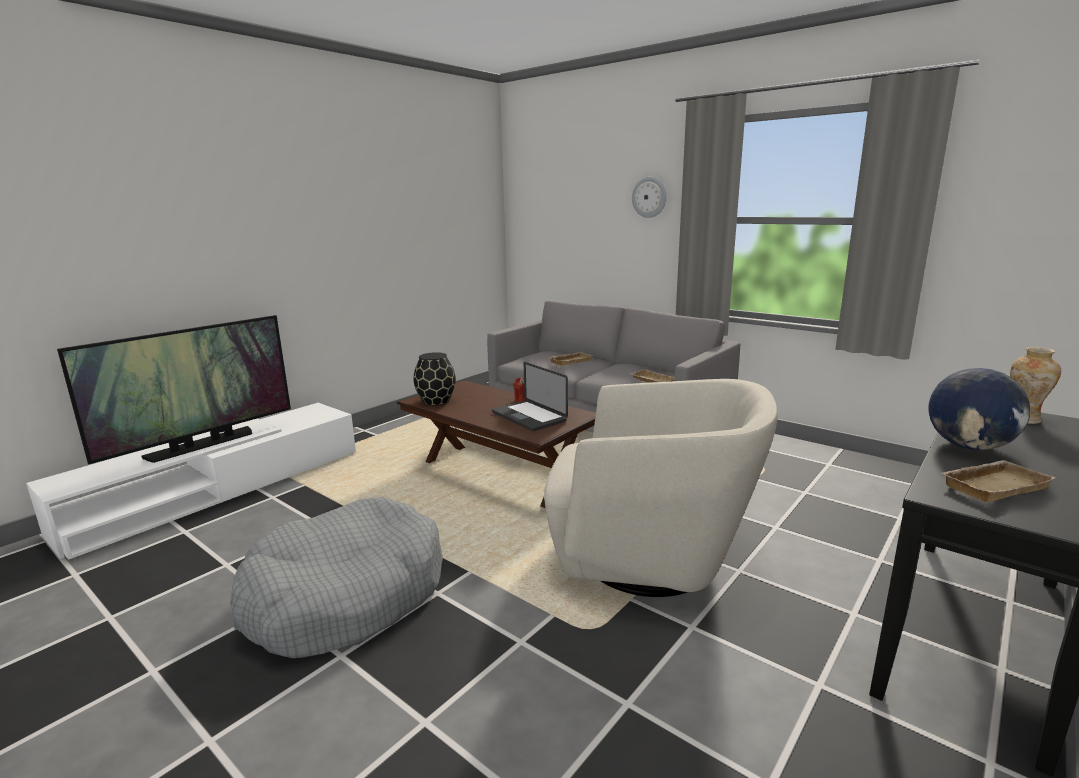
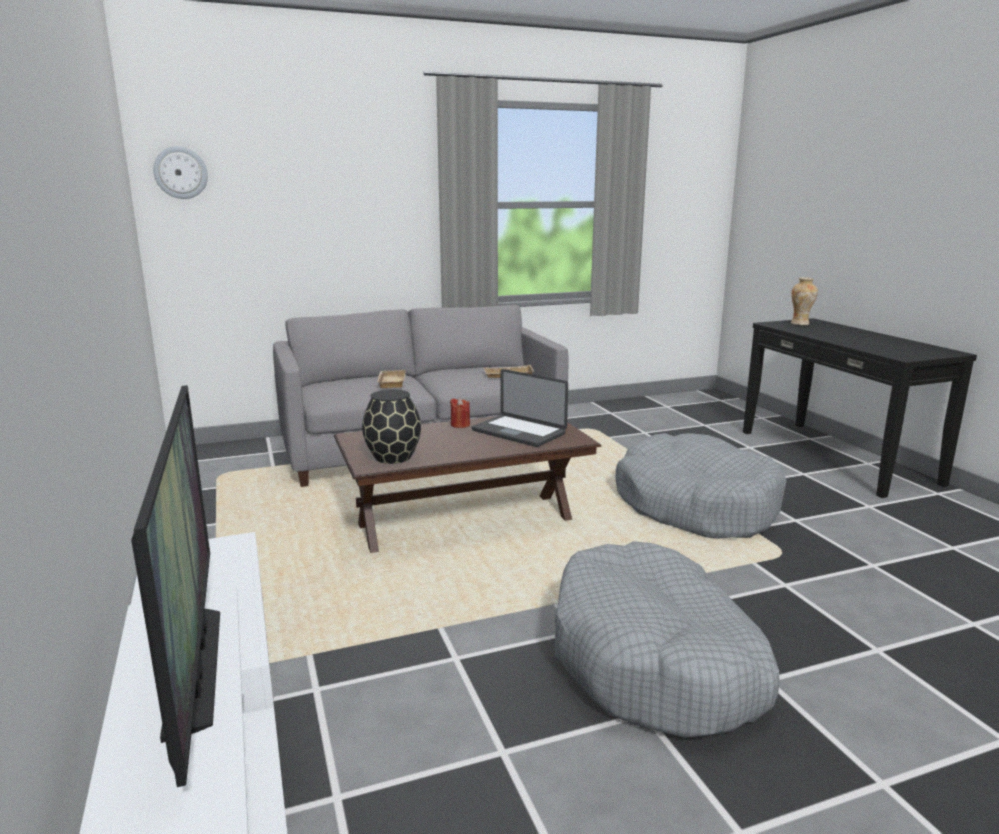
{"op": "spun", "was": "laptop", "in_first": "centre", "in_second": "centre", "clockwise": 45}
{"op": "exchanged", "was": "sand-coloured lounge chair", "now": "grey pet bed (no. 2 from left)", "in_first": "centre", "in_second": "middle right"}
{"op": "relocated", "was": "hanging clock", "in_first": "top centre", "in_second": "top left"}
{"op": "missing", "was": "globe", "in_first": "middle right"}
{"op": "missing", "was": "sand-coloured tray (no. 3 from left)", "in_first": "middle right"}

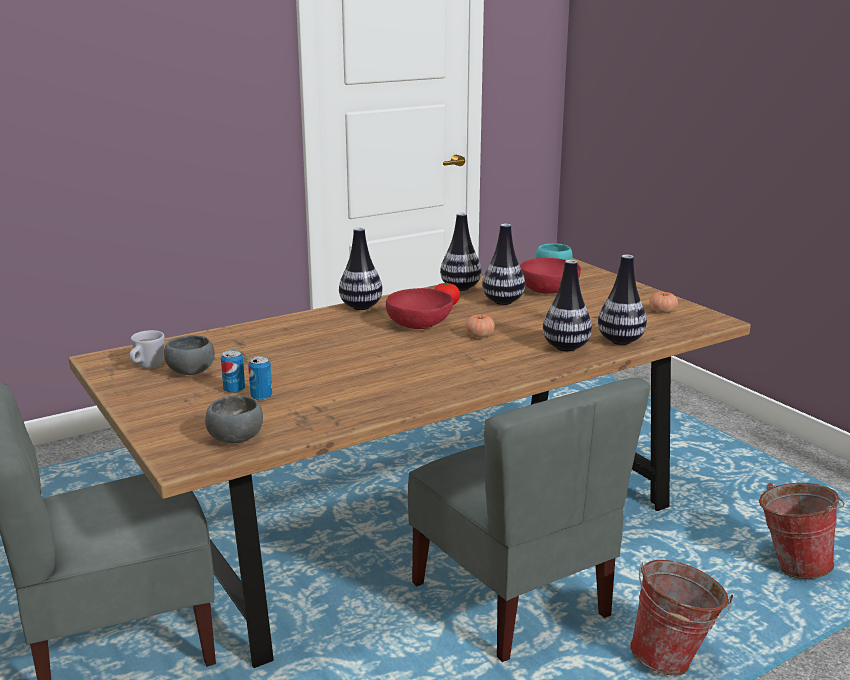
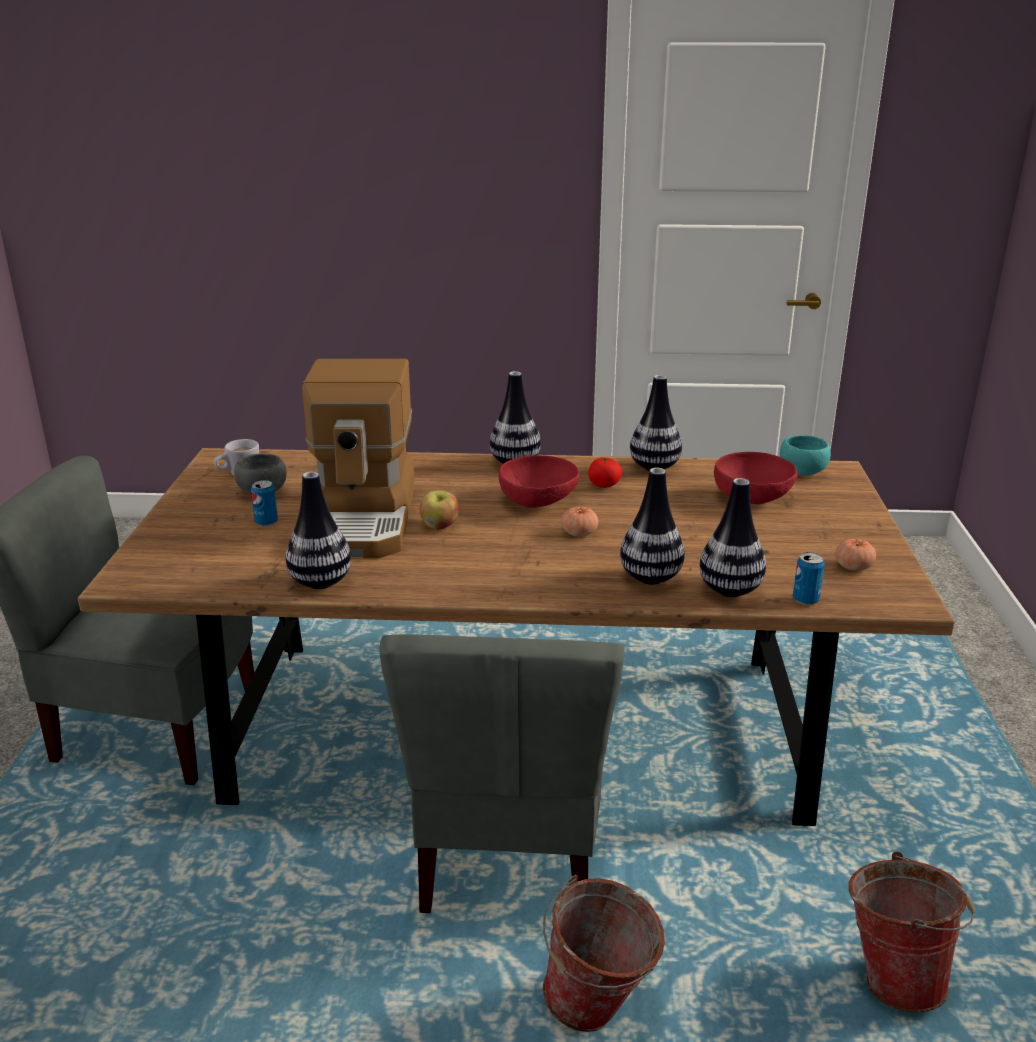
{"op": "missing", "was": "grey deep dish (no. 2 from left)", "in_first": "middle left"}
{"op": "relocated", "was": "can (no. 2 from left)", "in_first": "middle left", "in_second": "middle right"}
{"op": "relocated", "was": "vase (no. 3 from left in the first image)", "now": "vase (no. 1 from left)", "in_first": "centre", "in_second": "middle left"}
{"op": "appeared", "now": "coffee maker", "in_second": "centre"}
{"op": "appeared", "now": "apple fruit", "in_second": "centre"}

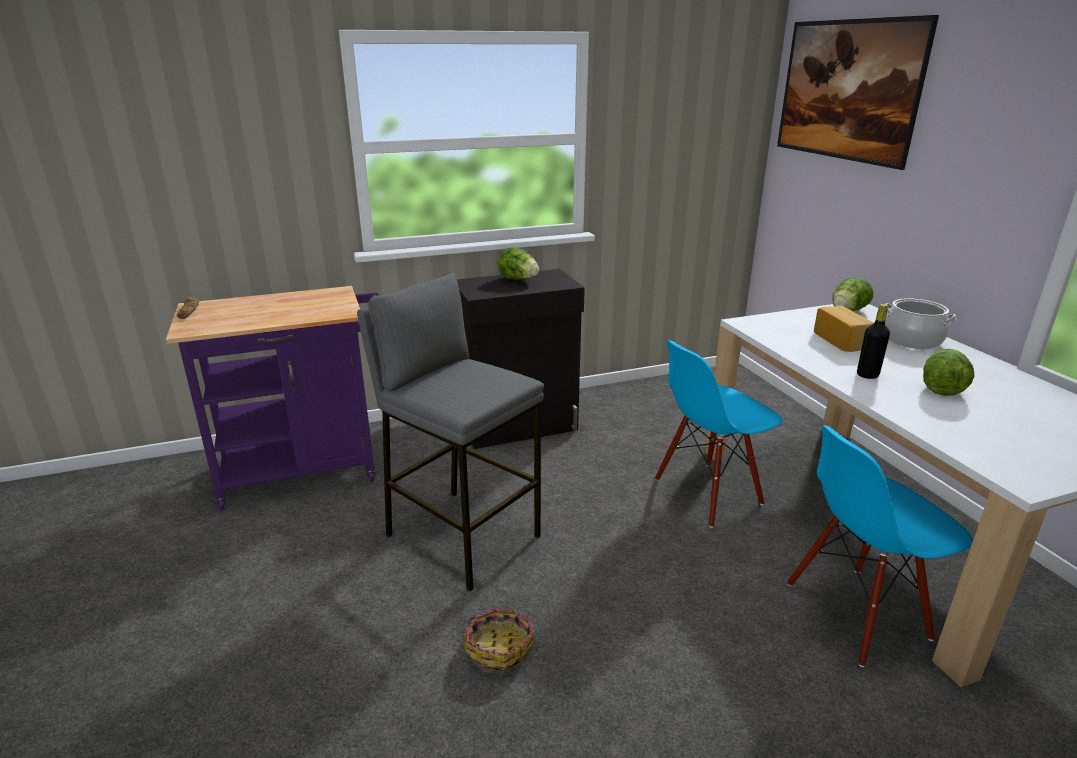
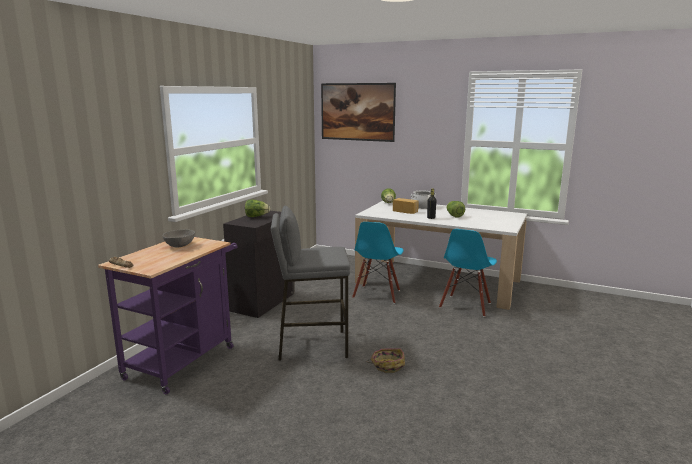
{"op": "appeared", "now": "grey deep dish", "in_second": "middle left"}

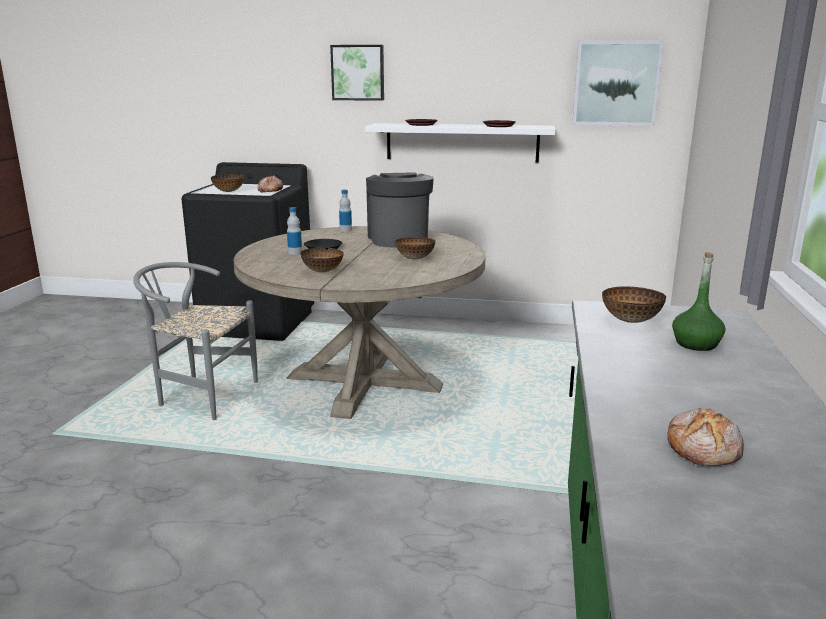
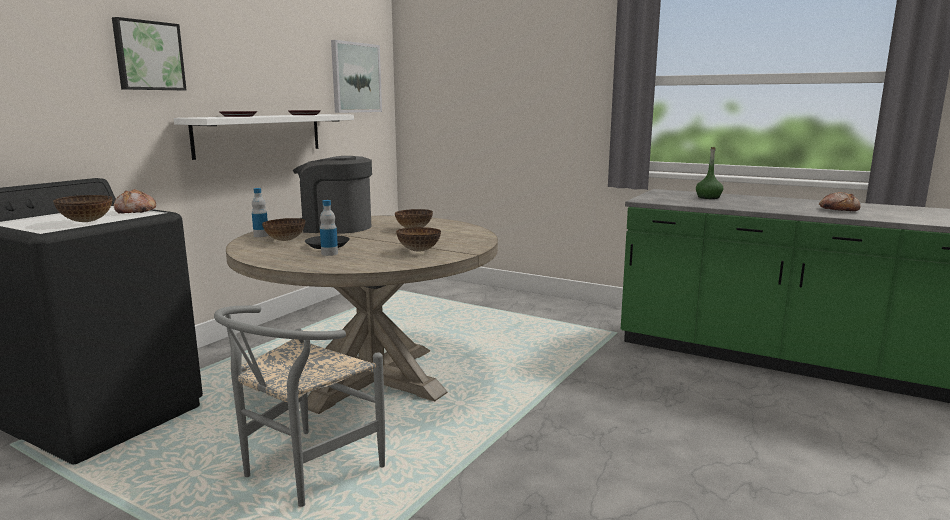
{"op": "relocated", "was": "deep dish (no. 4 from left in the first image)", "now": "deep dish (no. 2 from left)", "in_first": "middle right", "in_second": "middle left"}

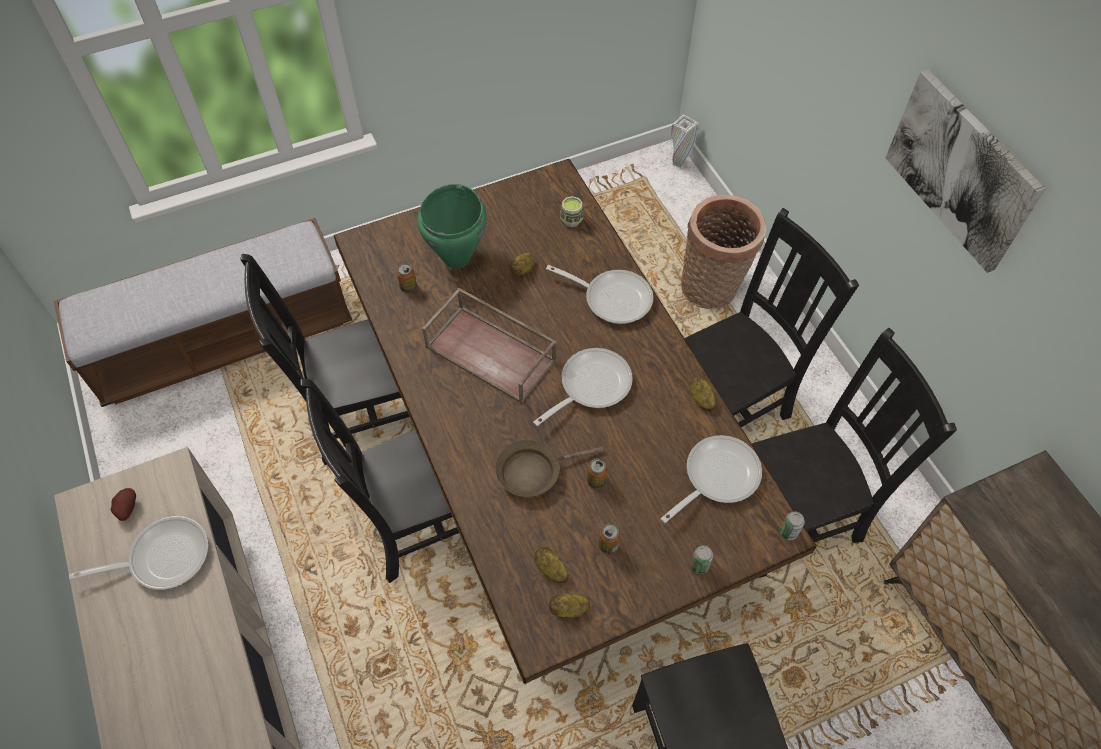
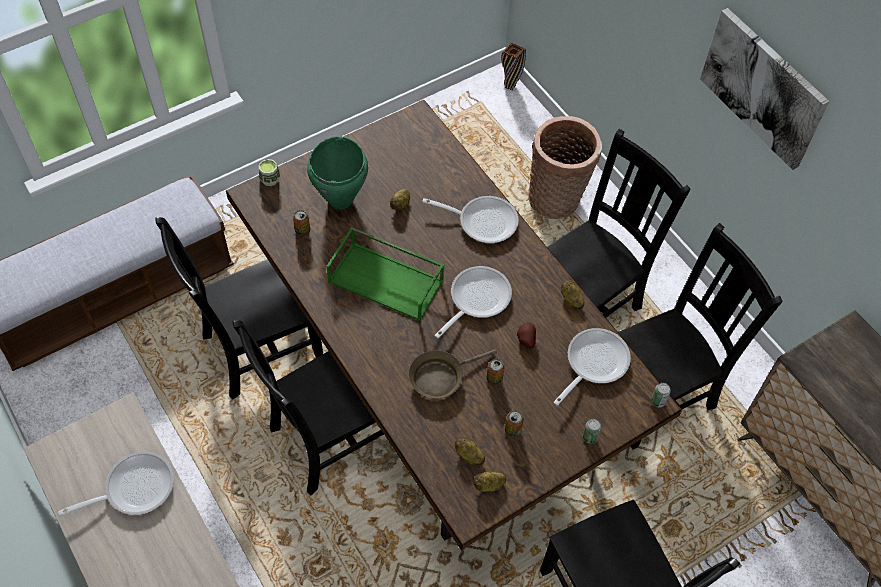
{"op": "relocated", "was": "whole potato (no. 1 from left in the first image)", "now": "whole potato (no. 4 from left)", "in_first": "bottom left", "in_second": "centre"}
{"op": "colour", "was": "brown tray", "now": "greenish tray", "in_first": "centre", "in_second": "centre"}
{"op": "relocated", "was": "drinking cup", "in_first": "top centre", "in_second": "top left"}
{"op": "colour", "was": "white-coloured vase", "now": "brown vase", "in_first": "top centre", "in_second": "top centre"}

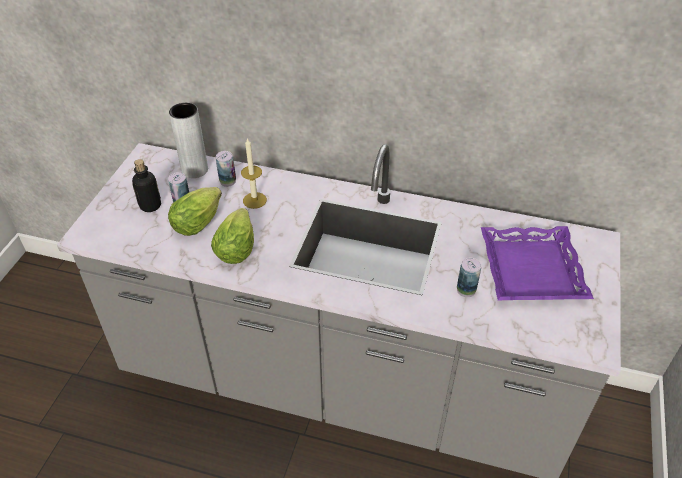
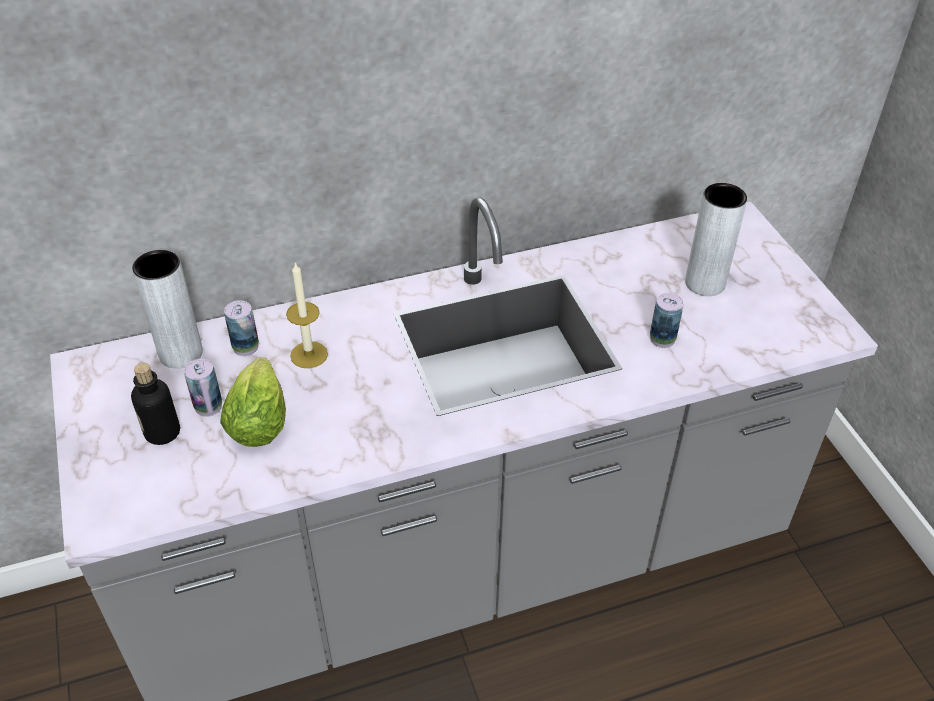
{"op": "missing", "was": "lettuce (no. 2 from left)", "in_first": "centre"}
{"op": "exchanged", "was": "purple tray", "now": "grey vase (no. 2 from left)", "in_first": "middle right", "in_second": "middle right"}

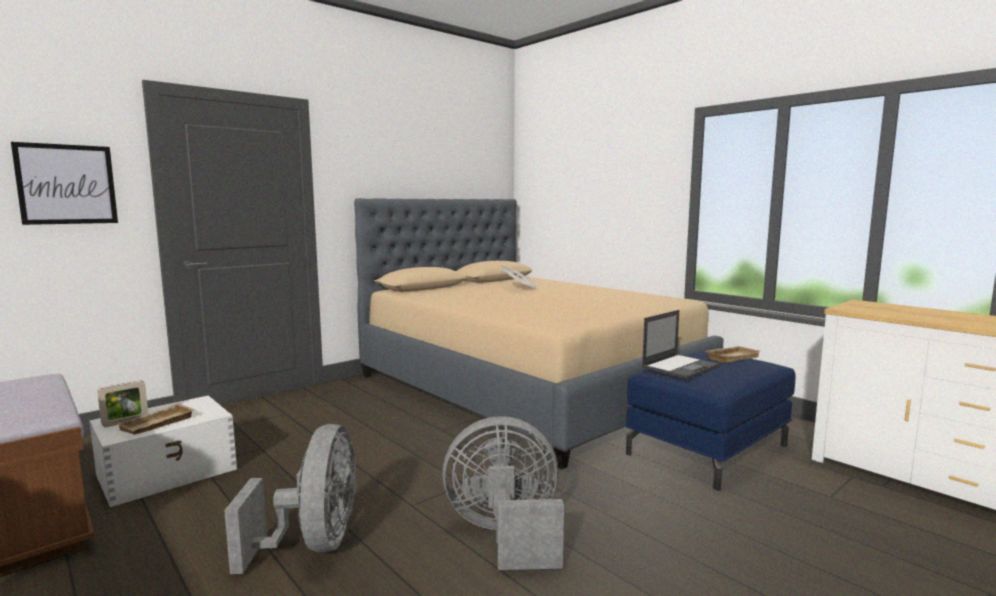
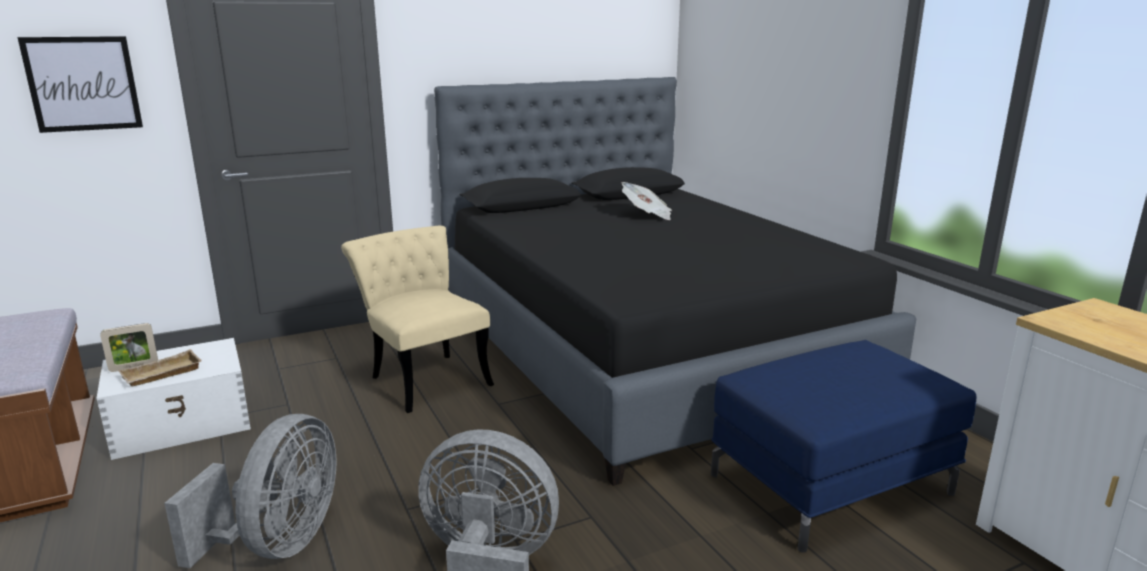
{"op": "colour", "was": "sand-coloured bed", "now": "black bed", "in_first": "centre", "in_second": "centre"}
{"op": "missing", "was": "laptop", "in_first": "middle right"}
{"op": "missing", "was": "sand-coloured tray (no. 2 from left)", "in_first": "middle right"}
{"op": "appeared", "now": "sand-coloured chair", "in_second": "centre"}

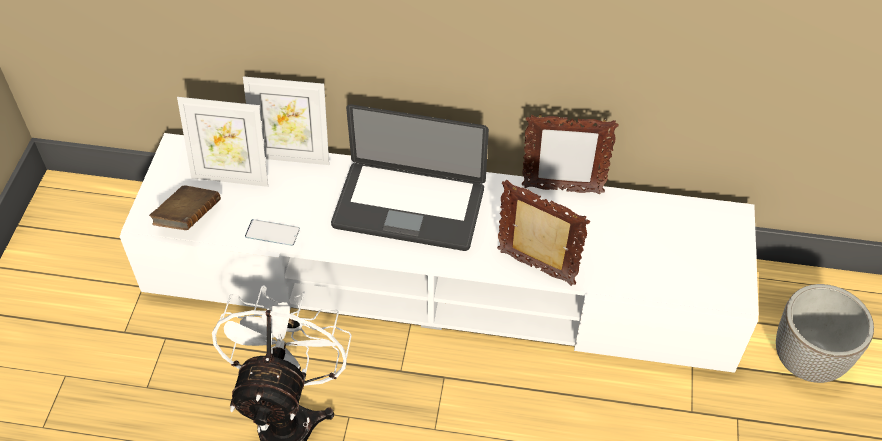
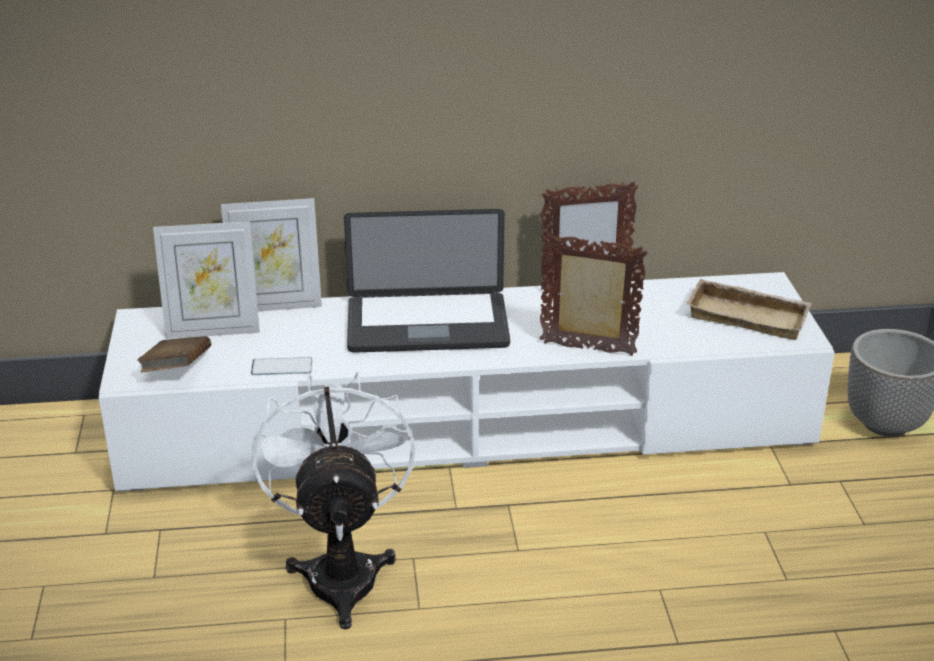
{"op": "appeared", "now": "sand-coloured tray", "in_second": "middle right"}

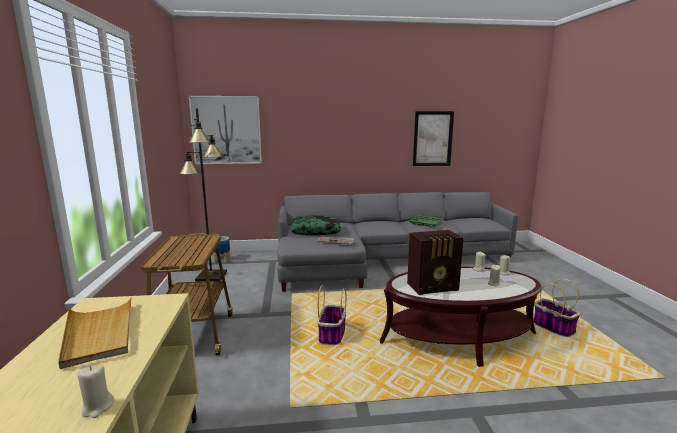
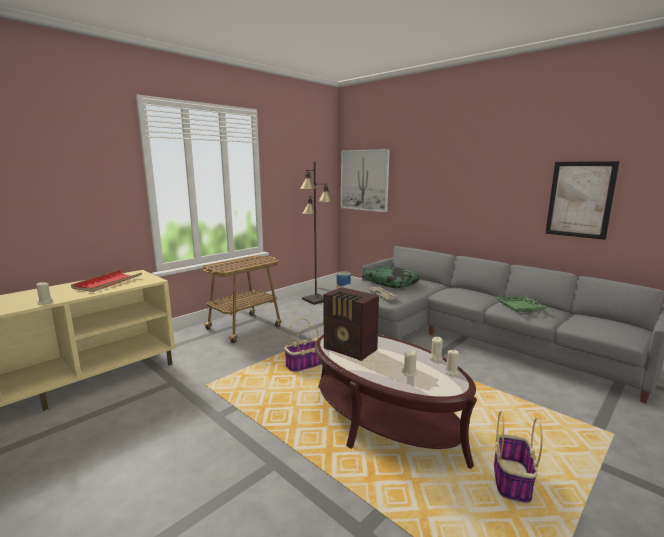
{"op": "colour", "was": "sand-coloured tray", "now": "red tray", "in_first": "bottom left", "in_second": "middle left"}

